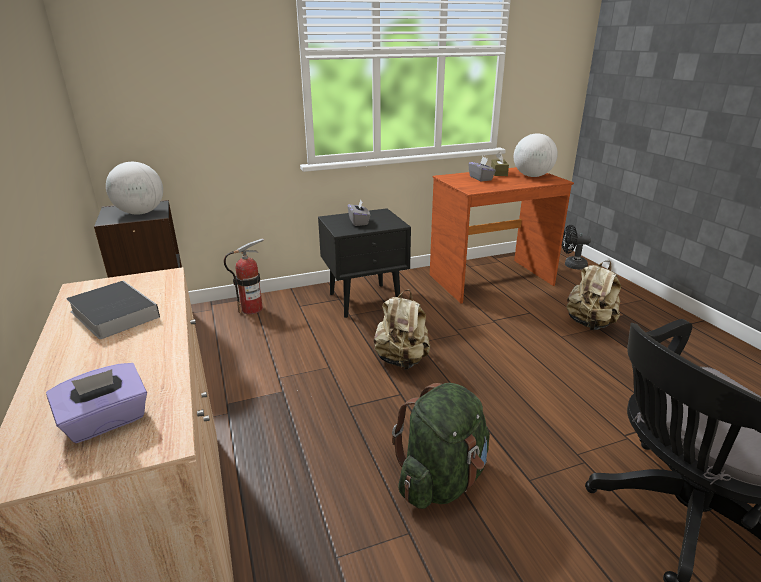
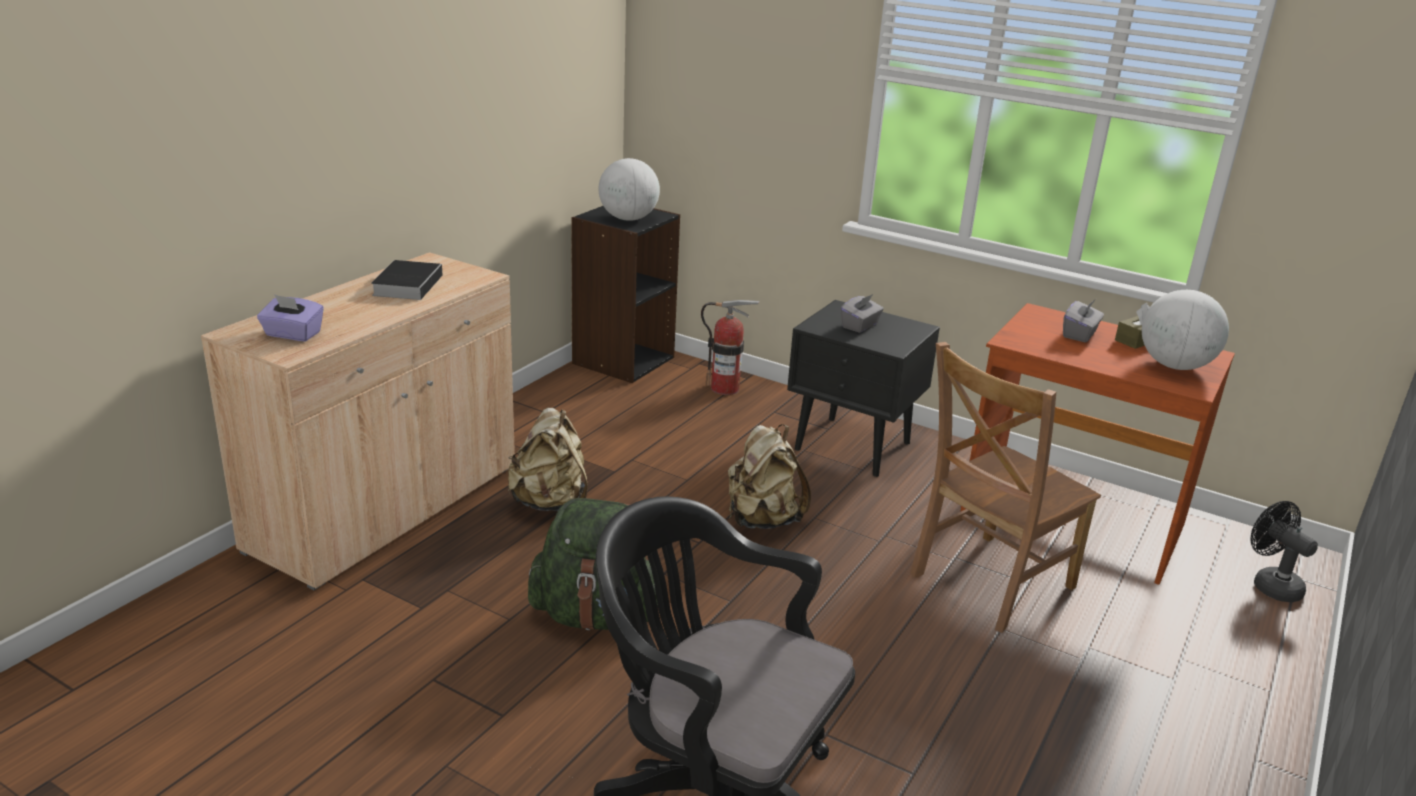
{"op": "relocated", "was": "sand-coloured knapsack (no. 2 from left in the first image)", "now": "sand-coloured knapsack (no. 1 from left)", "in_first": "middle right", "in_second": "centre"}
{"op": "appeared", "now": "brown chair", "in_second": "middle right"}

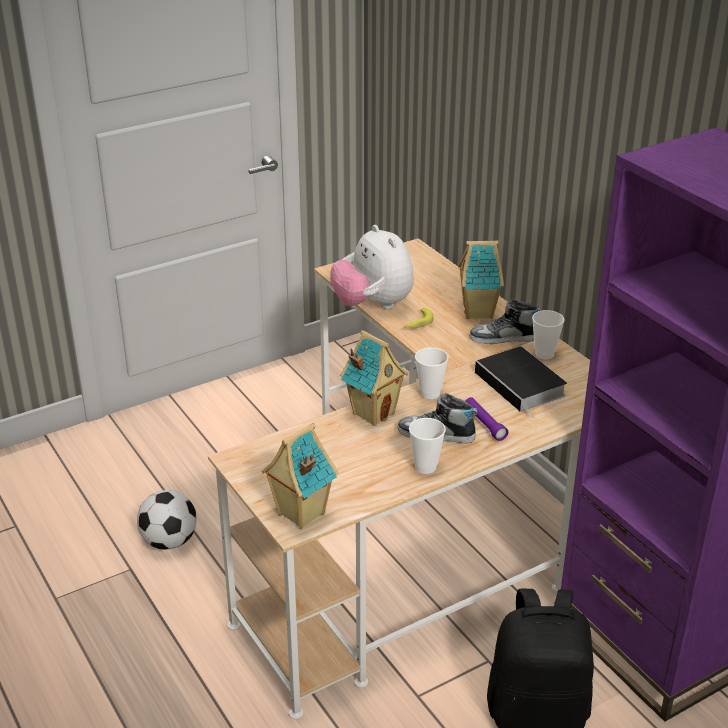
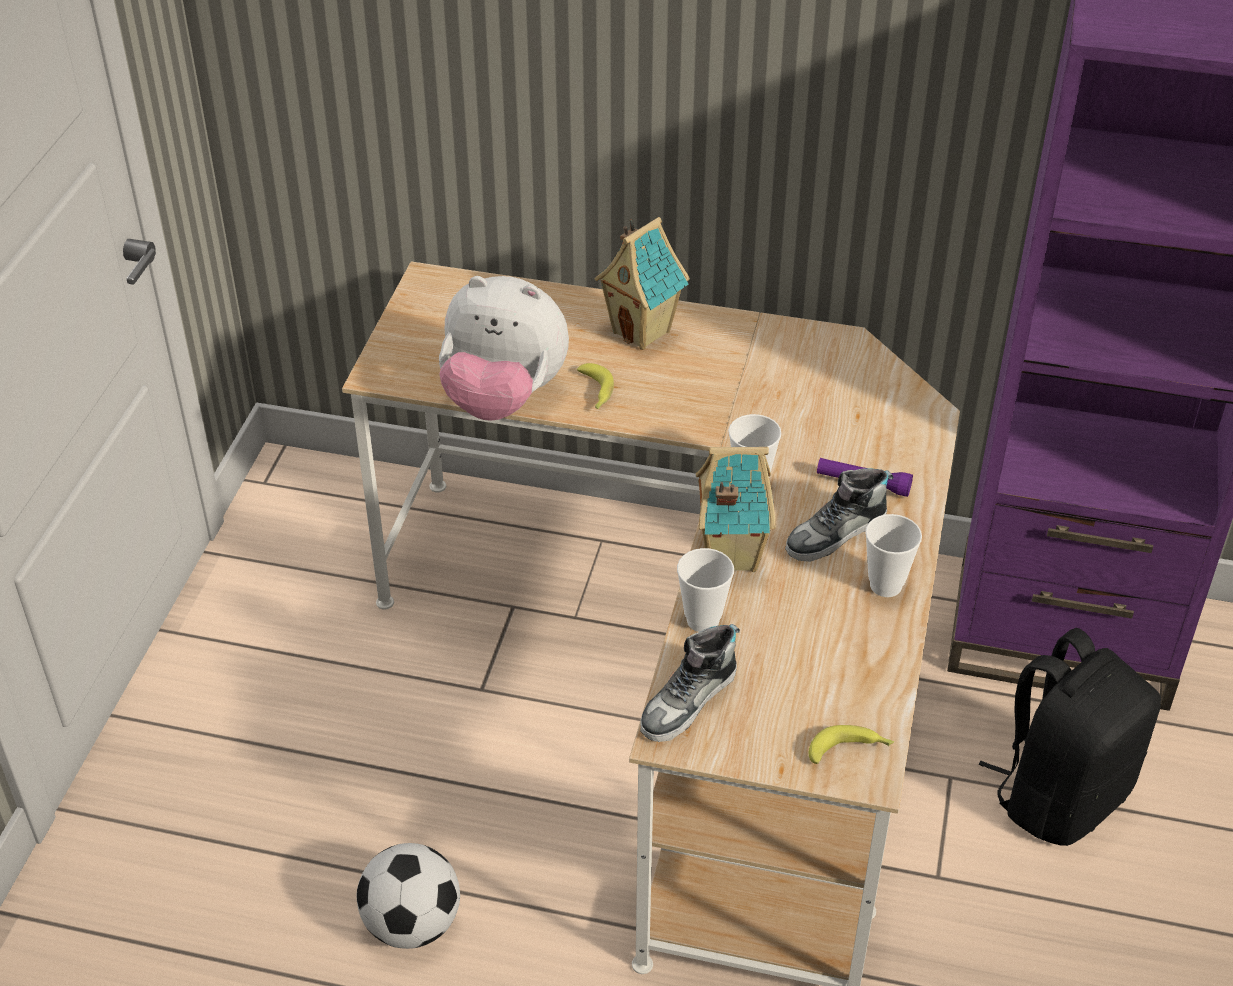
{"op": "exchanged", "was": "model house (no. 1 from left)", "now": "banana (no. 2 from left)", "in_first": "centre", "in_second": "bottom right"}
{"op": "relocated", "was": "shoe (no. 2 from left in the first image)", "now": "shoe (no. 1 from left)", "in_first": "middle right", "in_second": "bottom centre"}
{"op": "missing", "was": "bound book", "in_first": "middle right"}
{"op": "relocated", "was": "drinking cup (no. 3 from left in the first image)", "now": "drinking cup (no. 1 from left)", "in_first": "middle right", "in_second": "centre"}

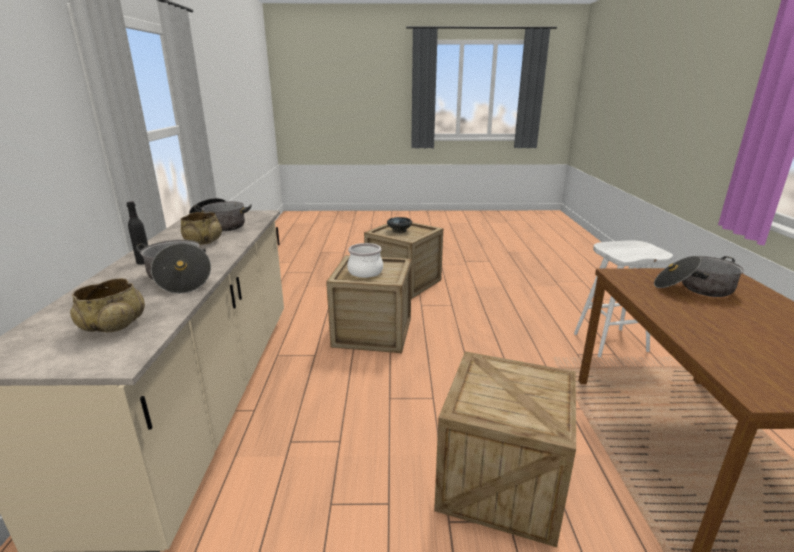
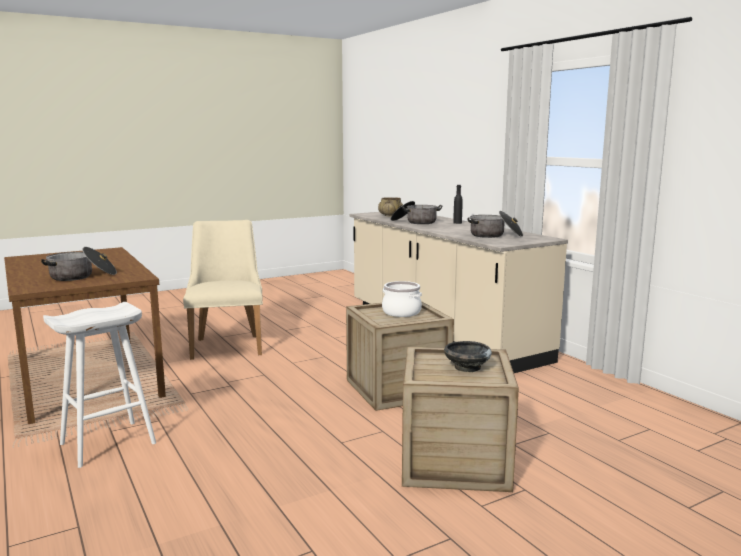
{"op": "missing", "was": "sand-coloured deep dish (no. 2 from left)", "in_first": "middle left"}
{"op": "exchanged", "was": "packing crate (no. 3 from left)", "now": "sand-coloured chair", "in_first": "bottom centre", "in_second": "middle left"}

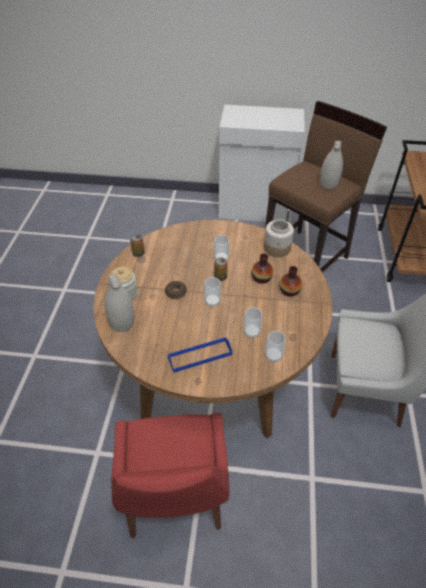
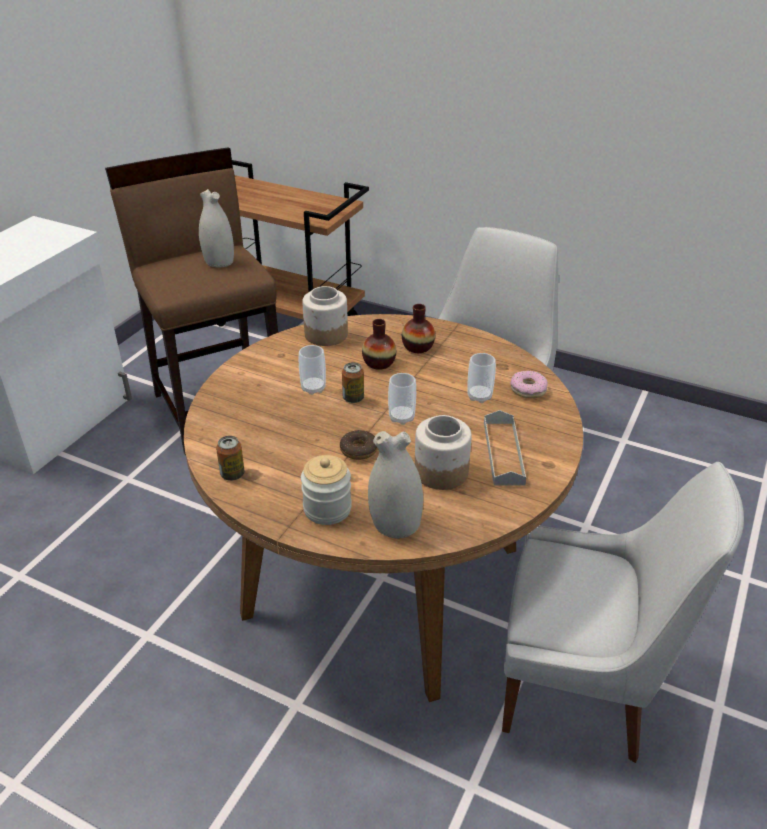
{"op": "colour", "was": "red chair", "now": "white-coloured chair (no. 2 from left)", "in_first": "bottom centre", "in_second": "bottom right"}
{"op": "colour", "was": "bluish tray", "now": "grey tray", "in_first": "centre", "in_second": "centre"}
{"op": "exchanged", "was": "drinking cup (no. 4 from left)", "now": "donut (no. 2 from left)", "in_first": "centre", "in_second": "middle right"}
{"op": "appeared", "now": "jar (no. 3 from left)", "in_second": "centre"}

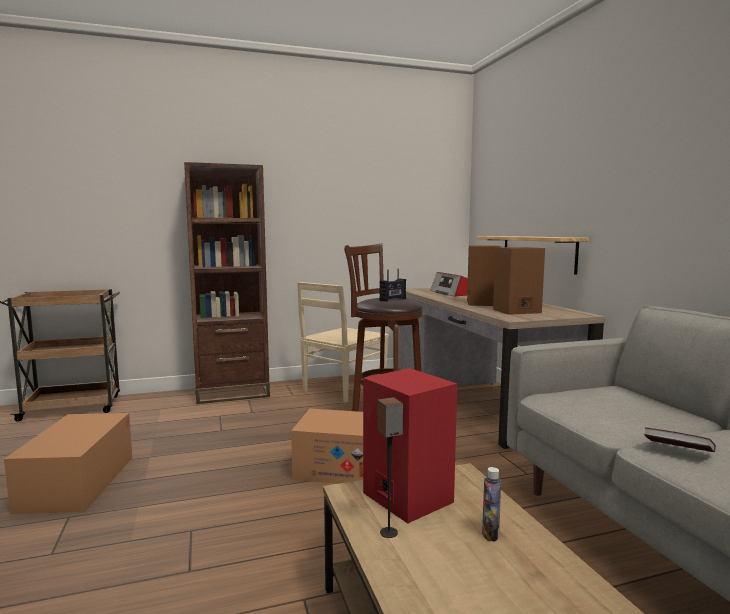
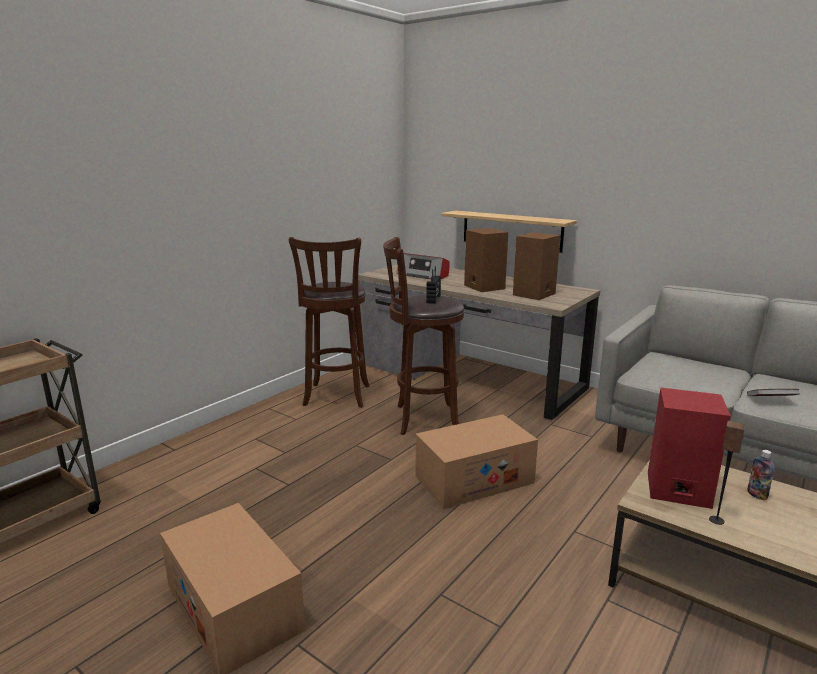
{"op": "missing", "was": "brown bookcase", "in_first": "middle left"}
{"op": "exchanged", "was": "sand-coloured chair", "now": "brown stool (no. 1 from left)", "in_first": "centre", "in_second": "centre"}

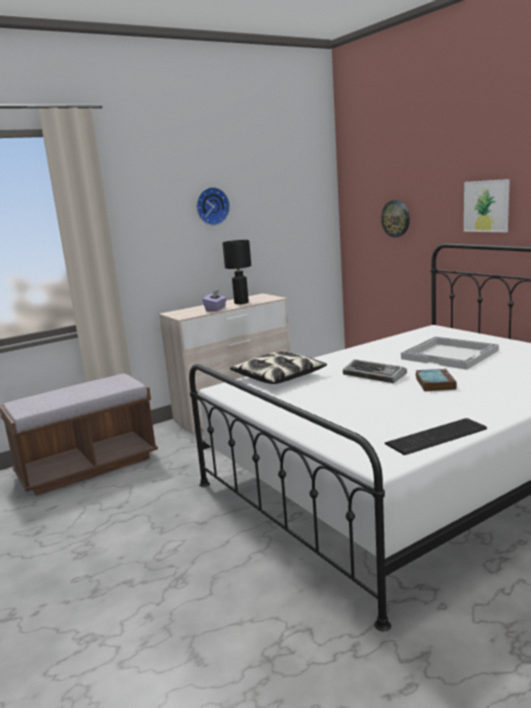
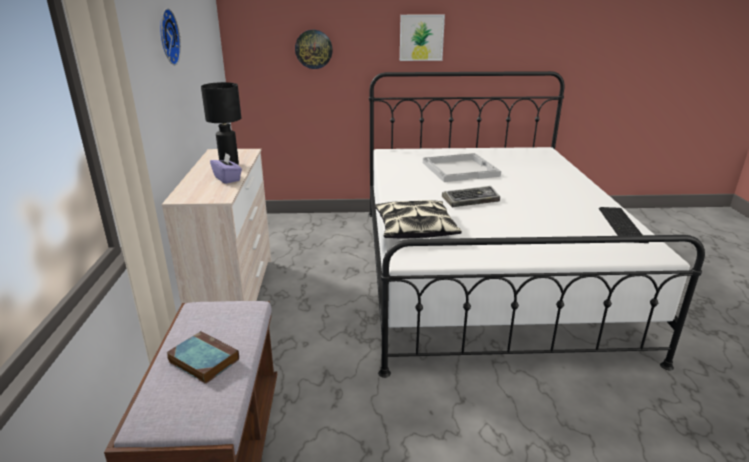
{"op": "relocated", "was": "bound book", "in_first": "middle right", "in_second": "bottom left"}

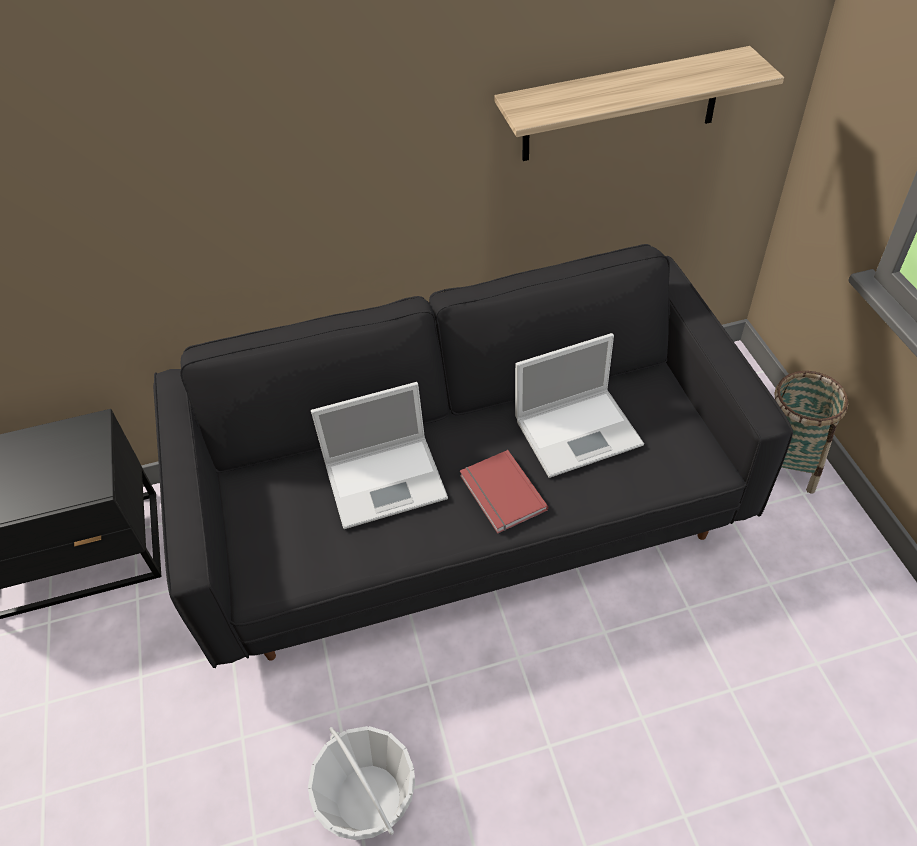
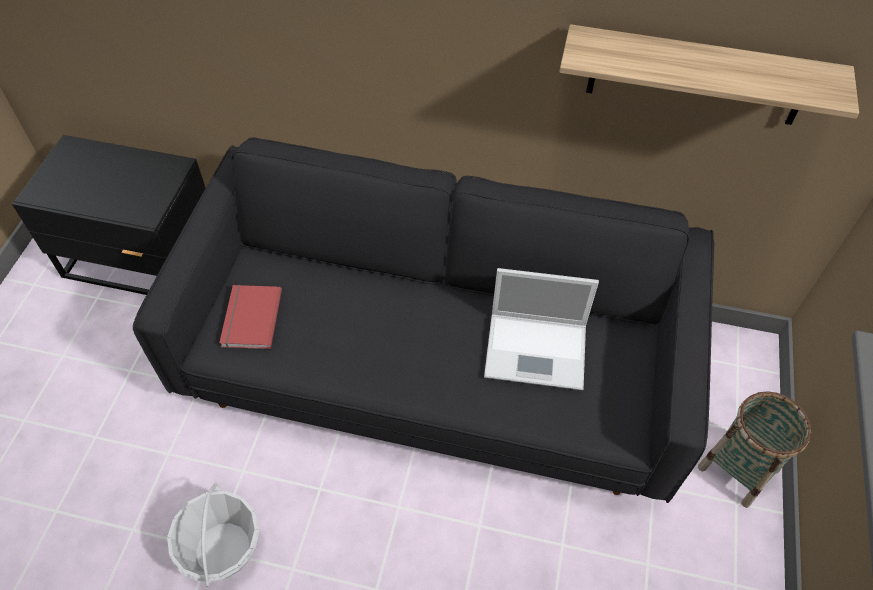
{"op": "missing", "was": "laptop (no. 1 from left)", "in_first": "centre"}
{"op": "relocated", "was": "red bound book", "in_first": "centre", "in_second": "middle left"}

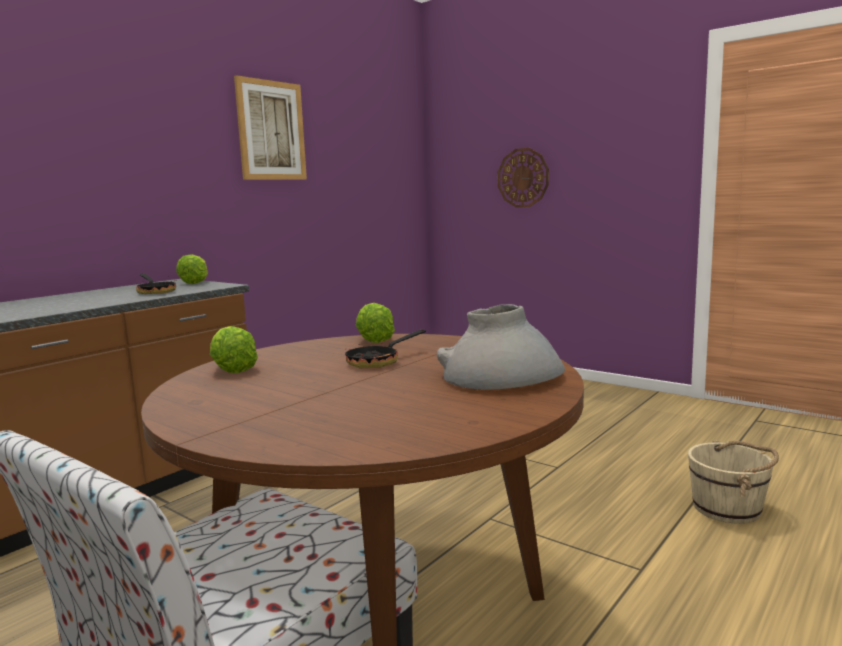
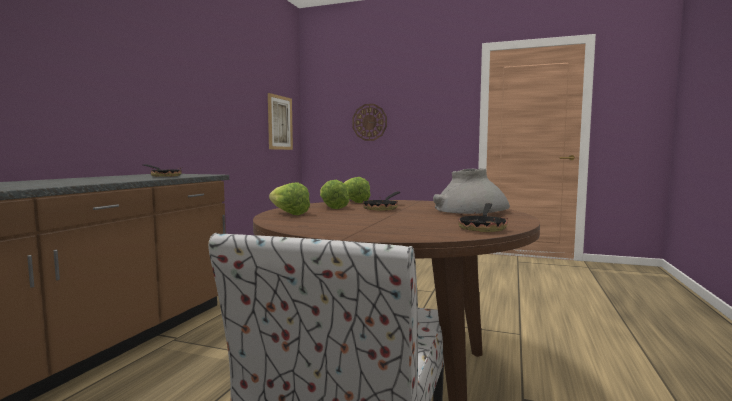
{"op": "relocated", "was": "lettuce (no. 1 from left in the first image)", "now": "lettuce (no. 2 from left)", "in_first": "middle left", "in_second": "centre"}
{"op": "relocated", "was": "wall picture", "in_first": "top left", "in_second": "top centre"}
{"op": "missing", "was": "sand-coloured water bucket", "in_first": "bottom right"}
{"op": "appeared", "now": "skillet (no. 3 from left)", "in_second": "centre"}

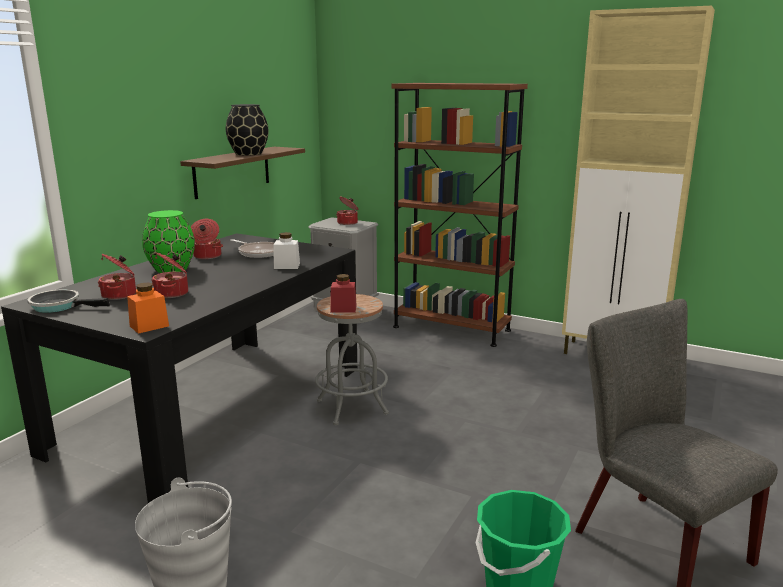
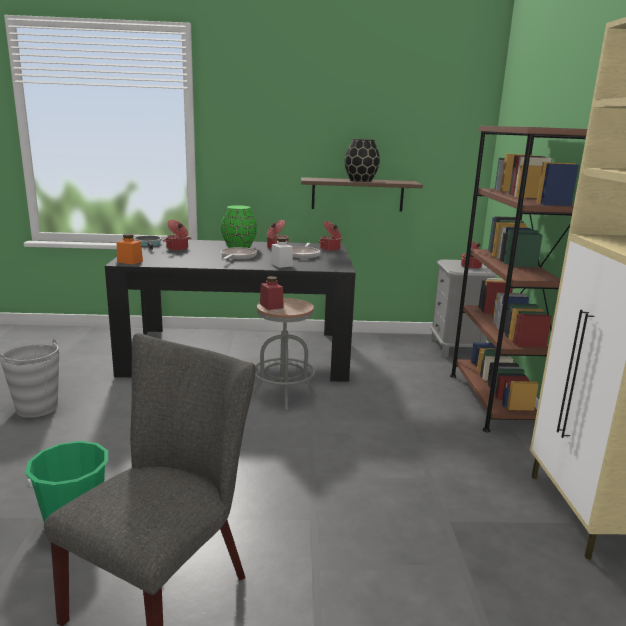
{"op": "relocated", "was": "saucepot (no. 2 from left in the first image)", "now": "saucepot (no. 3 from left)", "in_first": "middle left", "in_second": "centre"}
{"op": "appeared", "now": "skillet (no. 2 from left)", "in_second": "centre"}

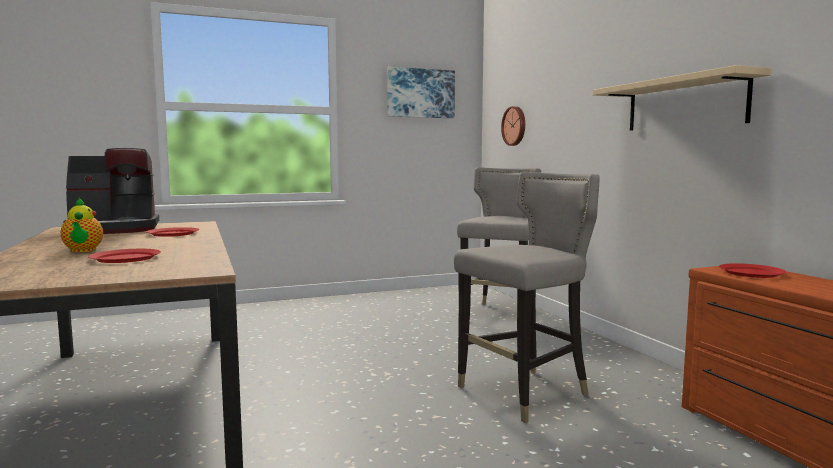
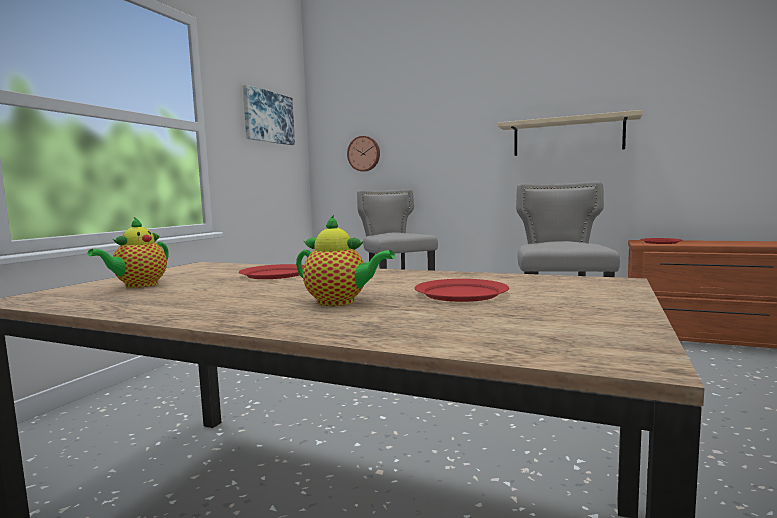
{"op": "exchanged", "was": "coffee maker", "now": "pot for tea (no. 1 from left)", "in_first": "middle left", "in_second": "middle left"}

